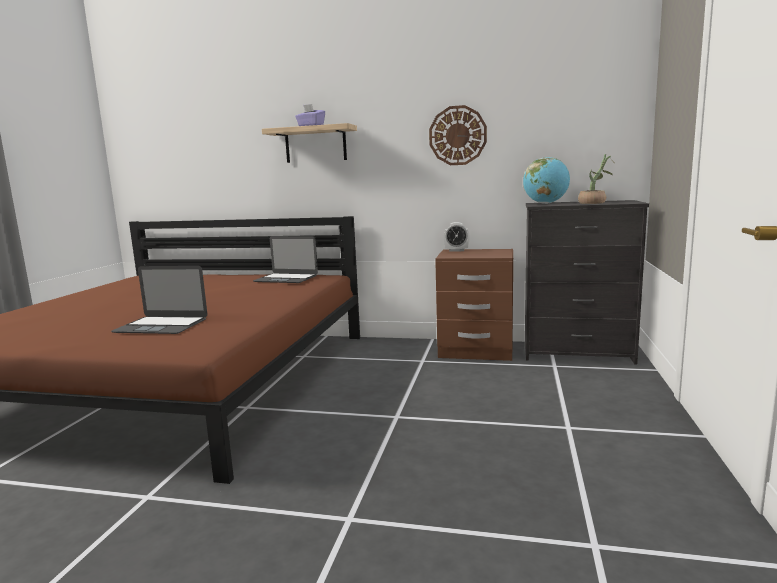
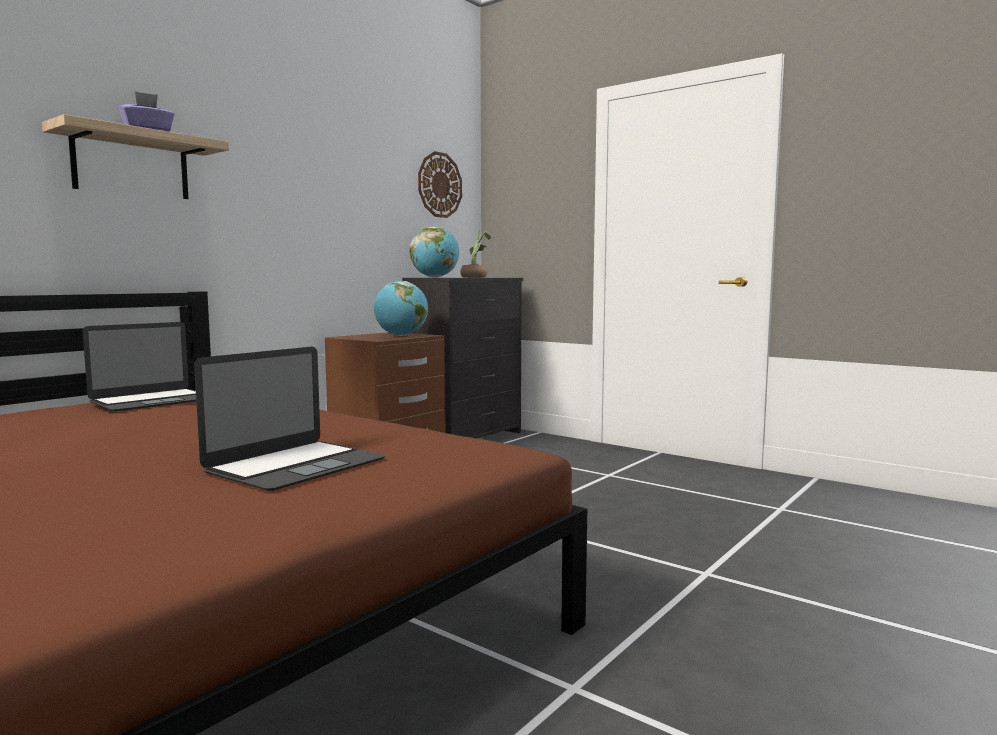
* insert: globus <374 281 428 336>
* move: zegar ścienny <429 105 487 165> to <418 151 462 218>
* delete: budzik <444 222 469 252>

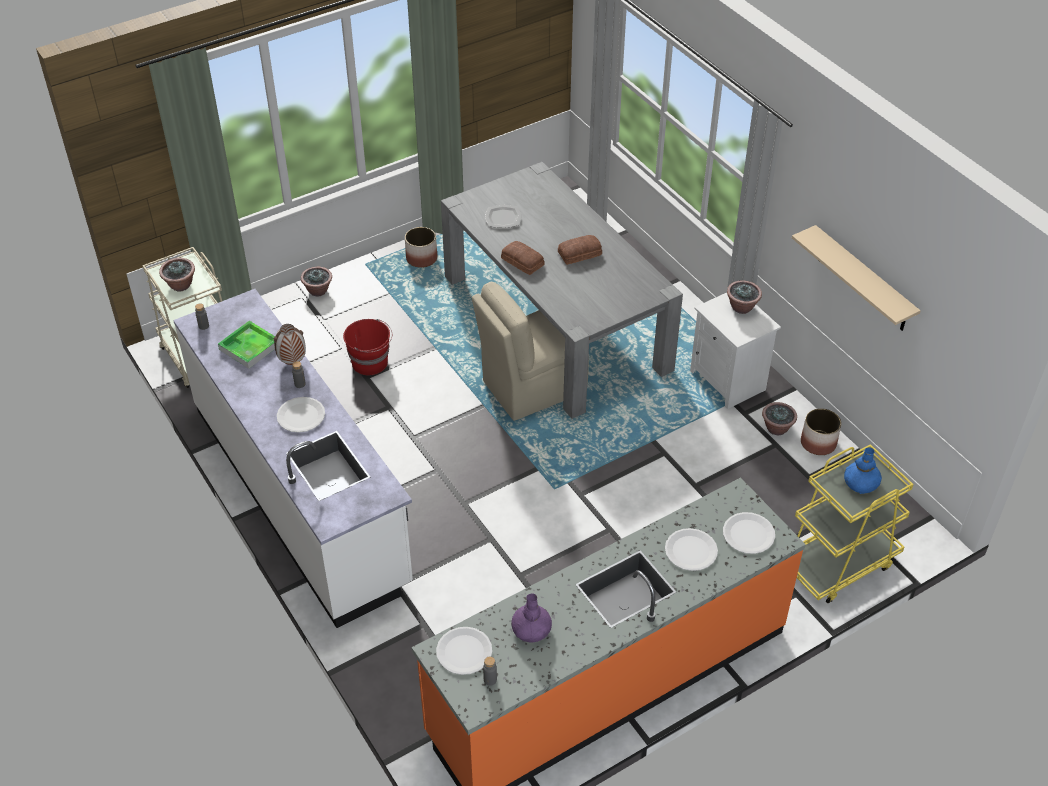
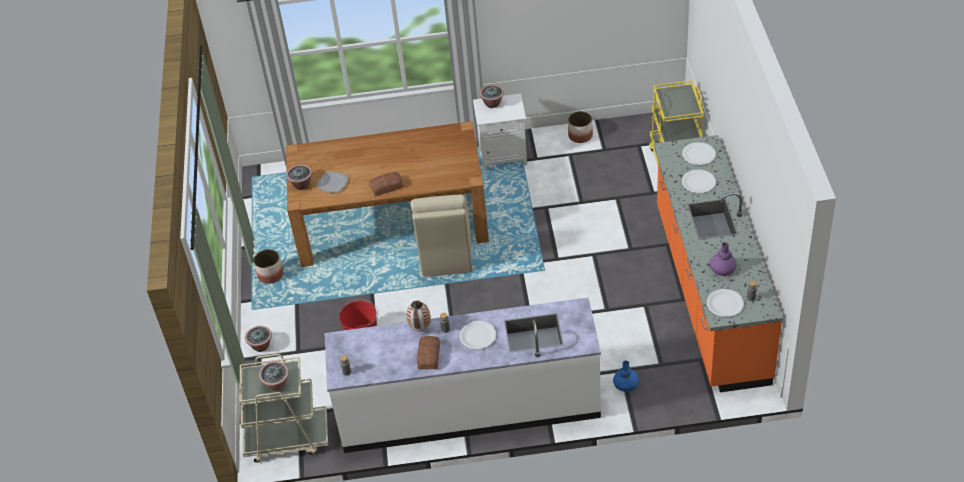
* recolor: stół jadalny [szary] <441 162 683 419> to stół jadalny [brązowy] <286 121 489 267>
* move: roślina doniczkowa <762 402 797 435> to <286 165 312 190>
* move: chleb <558 235 602 265> to <417 336 440 369>
* move: wazon [niebieski] <844 447 882 494> to <613 360 639 392>
* delete: taca <218 321 275 369>
* delete: półka [beżowy] <792 225 921 331>

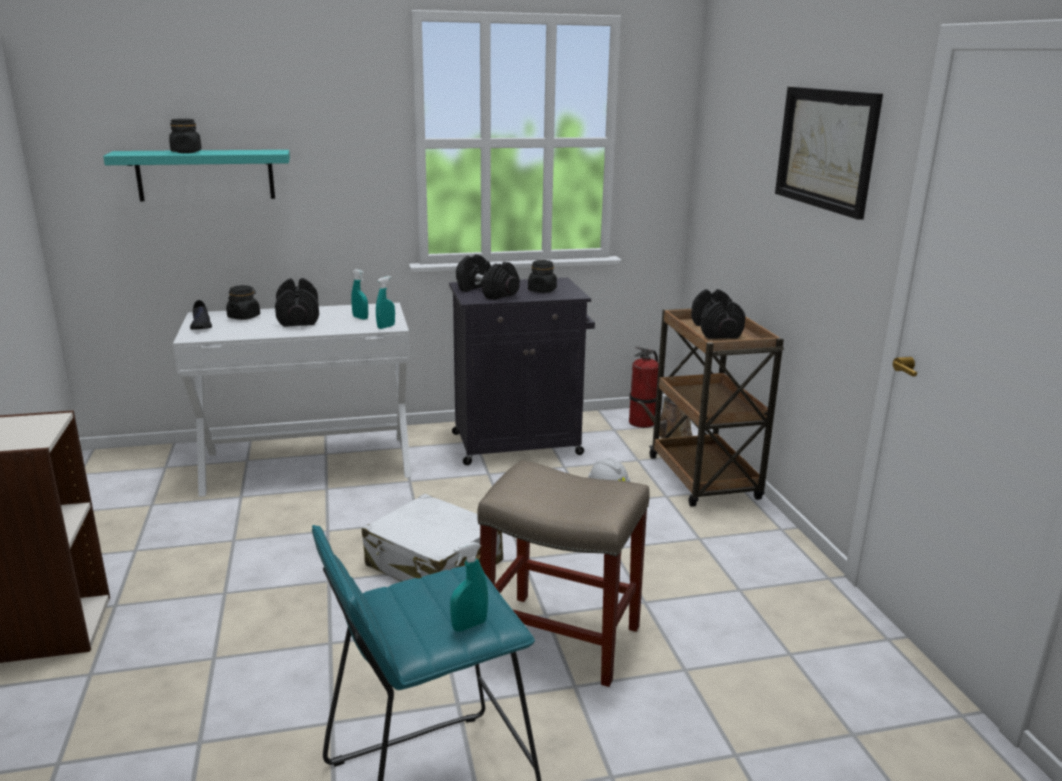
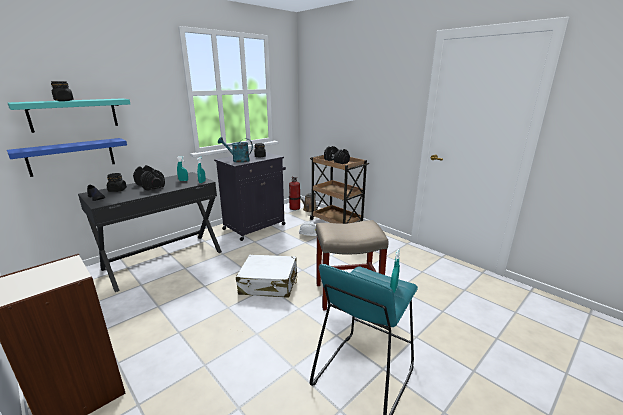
* insert: półka [niebieski] <7 138 127 177>
* recolor: biurko [biały] <173 303 411 497> to biurko [czarny] <78 172 222 292>
* replace: hantel [czarny] <456 254 520 300> to konewka [turkusowy] <218 137 253 163>
* delete: obraz <775 87 883 220>

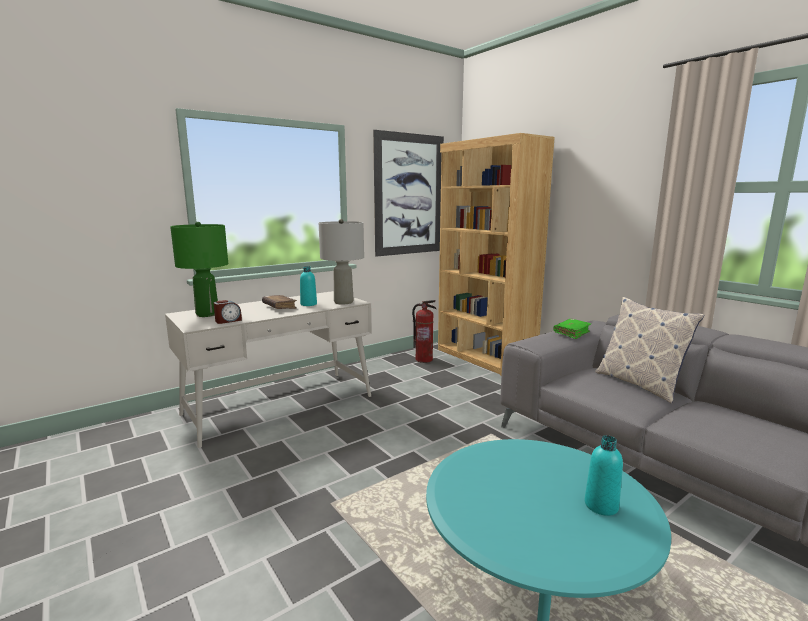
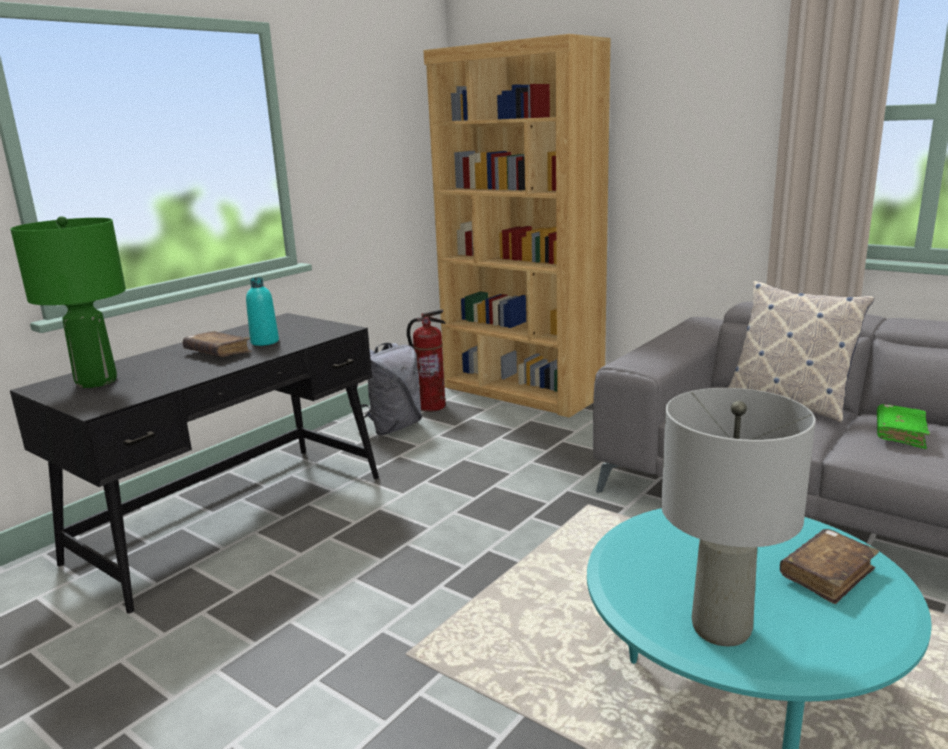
* recolor: biurko [biały] <165 291 372 448> to biurko [czarny] <10 313 379 614>
* insert: plecak [szary] <349 343 422 435>
* move: lampa stołowa [szary] <319 219 364 304> to <661 388 816 647>
* replace: butelka [turkusowy] <585 435 623 516> to książka [brązowy] <780 529 879 605>
* move: książka [zielony] <553 319 591 339> to <877 404 930 449>
* delete: budzik <214 300 242 324>
* delete: obraz <373 130 444 257>

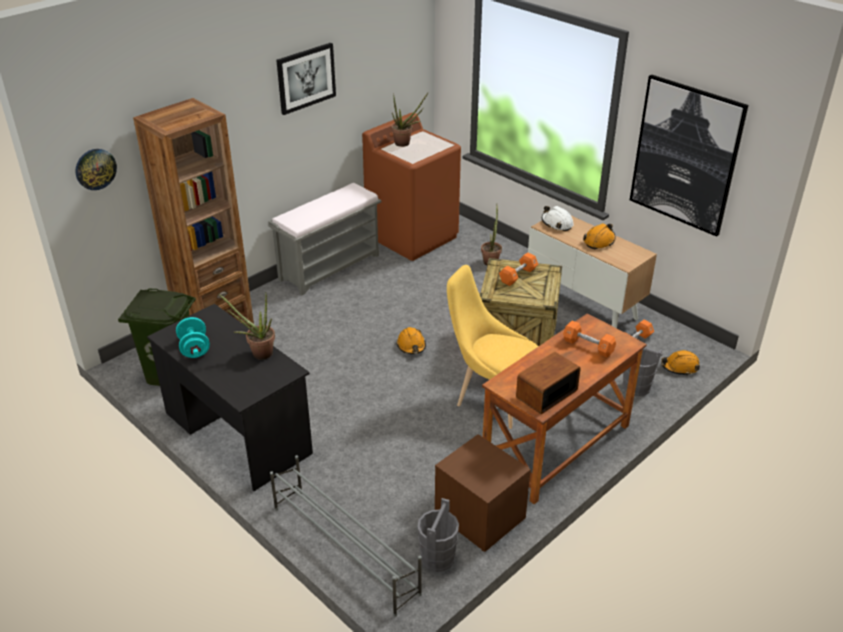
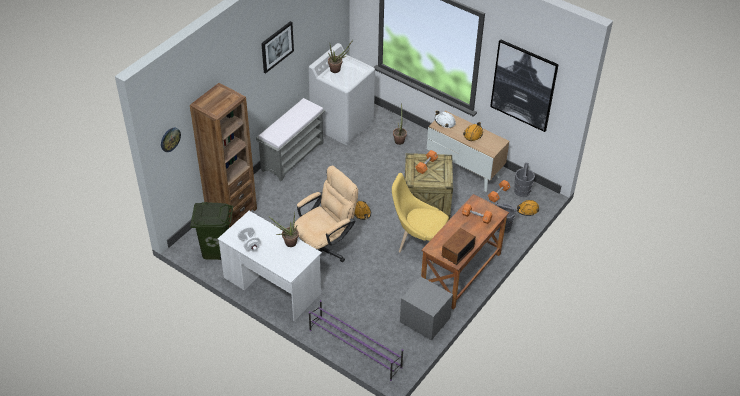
* recolor: biurko [czarny] <147 304 313 491> to biurko [biały] <218 211 322 321>
* recolor: hantel [turkusowy] <176 317 210 358> to hantel [biały] <238 226 261 251>
* insert: krzesło biurowe [beżowy] <294 166 358 262>
* recolor: pralka [brązowy] <362 113 461 261> to pralka [biały] <309 43 375 145>
* recolor: regał na buty [szary] <270 455 422 617> to regał na buty [fioletowy] <309 300 403 381>
* recolor: szafka nocna [brązowy] <435 434 531 552> to szafka nocna [szary] <400 277 453 340>
* move: wiadro [szary] <417 498 459 572> to <514 162 535 197>

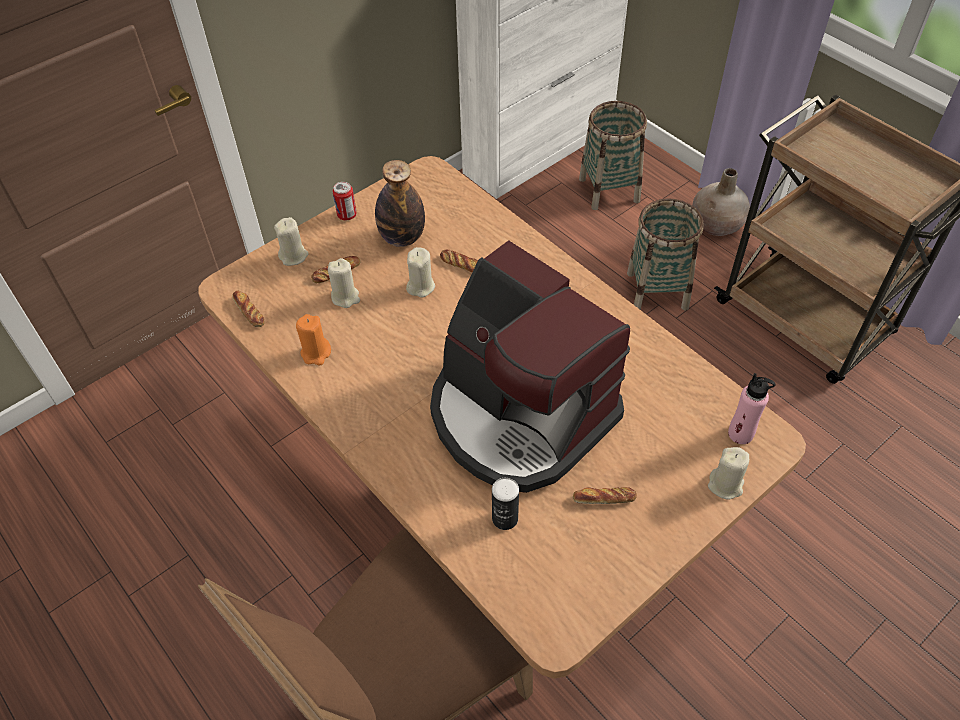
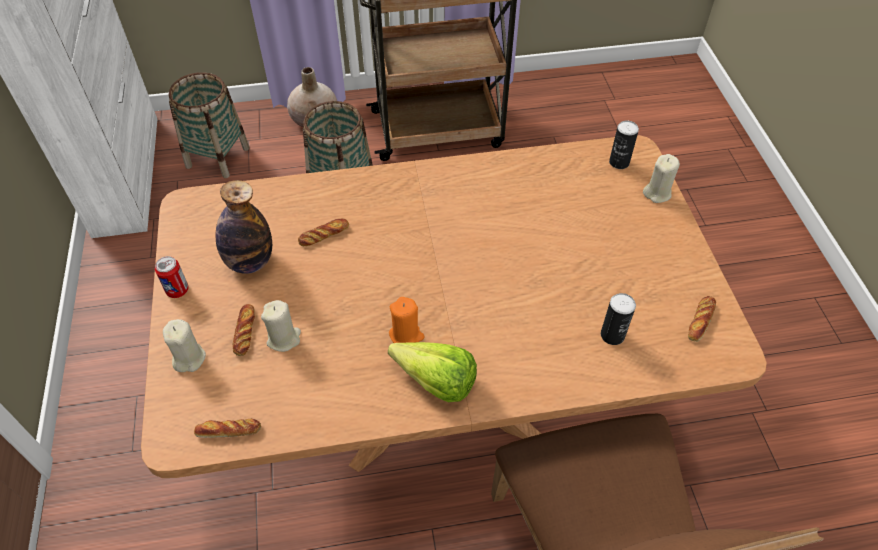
* insert: sałata <388 342 477 402>
* move: świeca [pomarańczowy] <296 314 331 365> to <389 297 424 343>
* replace: butelka [różowy] <728 373 776 444> to puszka <609 121 639 169>
* move: chleb <573 487 637 504> to <688 296 716 342>
* delete: świeca [beżowy] <406 247 435 297>
* delete: ekspres do kawy <430 240 630 493>

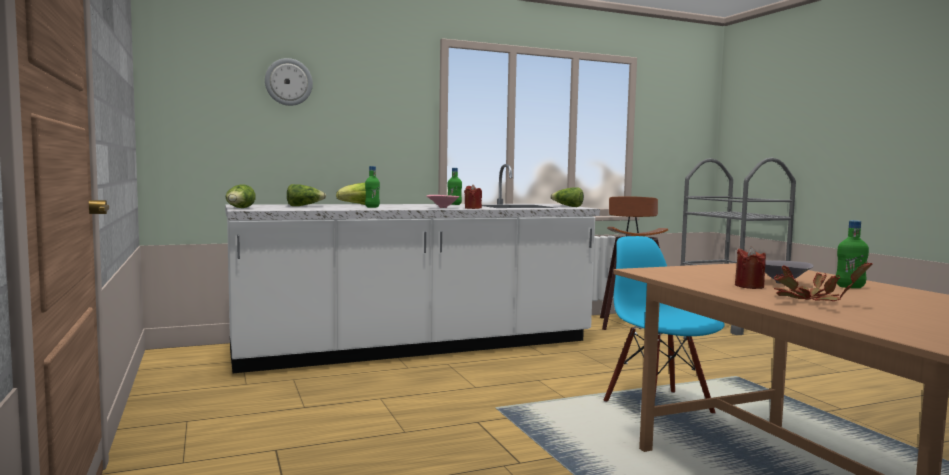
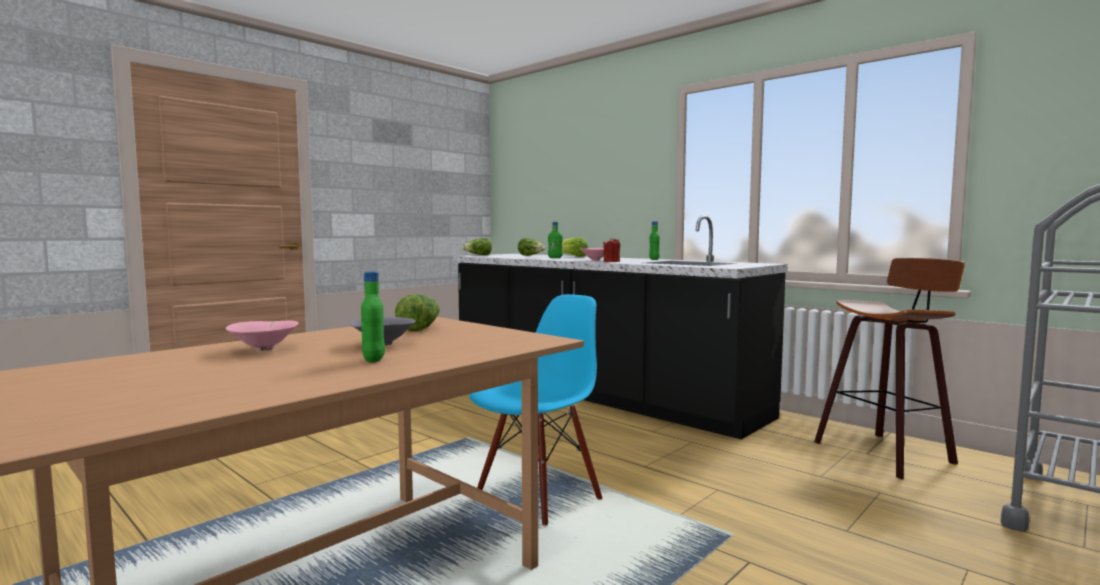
* replace: roślina doniczkowa <774 261 873 301> to miska [różowy] <226 320 299 351>
* move: sałata <550 187 584 207> to <395 294 439 331>
* recolor: zabudowa kuchenna [biały] <225 164 600 373> to zabudowa kuchenna [czarny] <453 215 788 440>
* delete: zegar ścienny <265 58 313 106>
* delete: świeca [czerwony] <735 247 766 289>

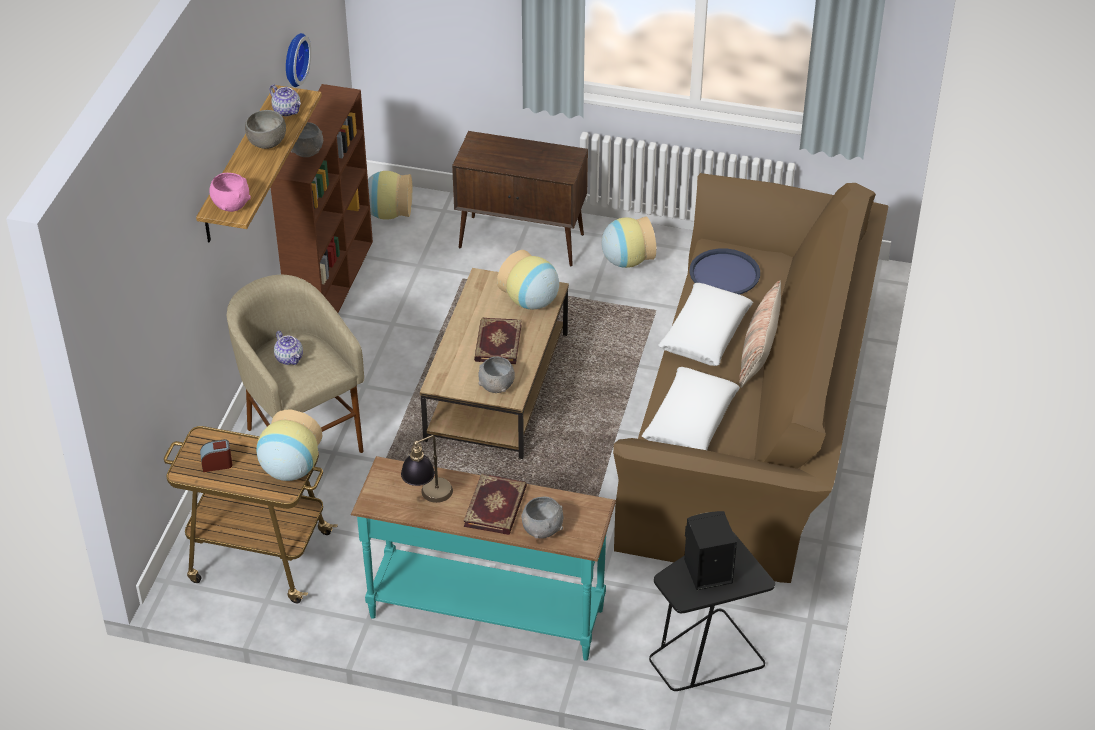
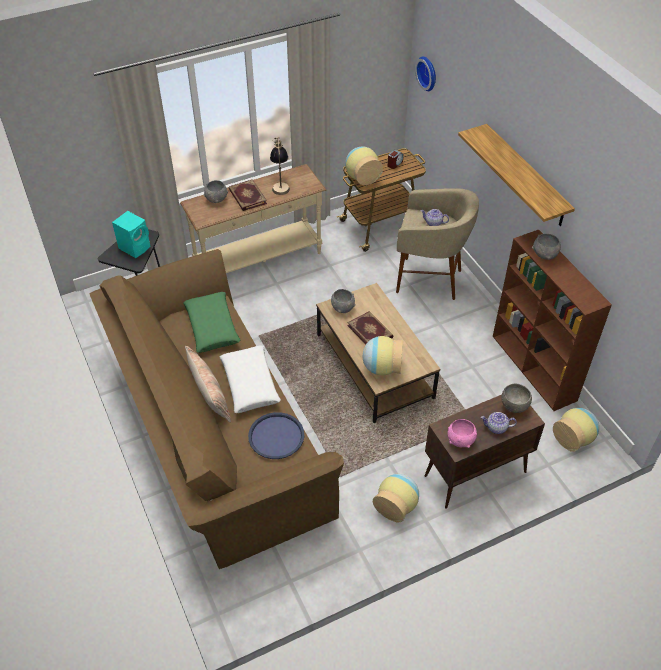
* recolor: głośnik [czarny] <684 511 737 590> to głośnik [turkusowy] <112 211 150 258>
* recolor: stolik konsolowy [turkusowy] <351 456 616 661> to stolik konsolowy [beżowy] <180 164 326 273>
* recolor: poduszka [biały] <642 367 740 450> to poduszka [zielony] <183 292 240 353>
* move: zegar ścienny <286 33 311 87> to <415 57 436 91>
* move: miska [różowy] <209 173 251 212> to <447 419 477 448>
* move: imbryk <270 85 301 117> to <481 412 517 434>
* move: miska [szary] <245 110 286 149> to <501 384 532 413>

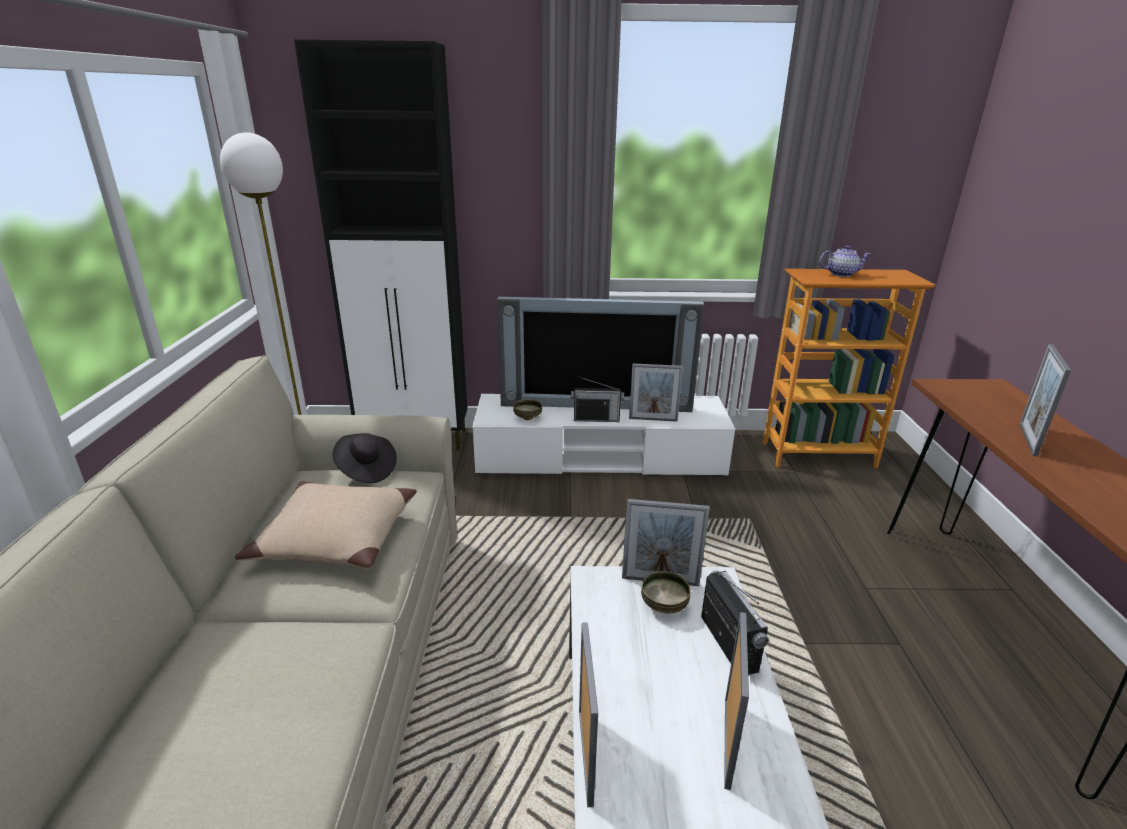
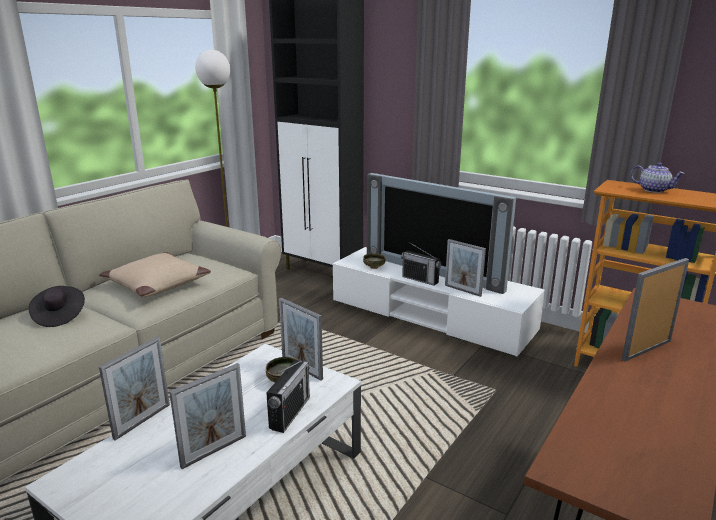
* move: kapelusz [czarny] <332 433 397 483> to <28 286 85 327>

